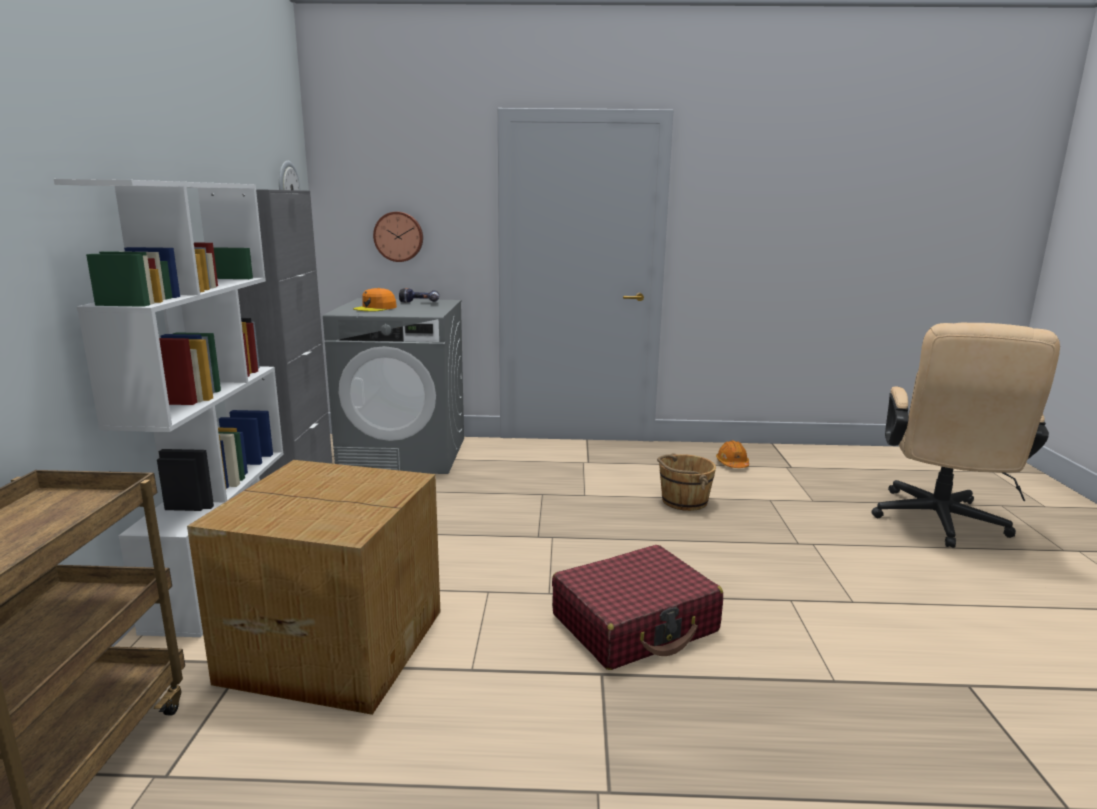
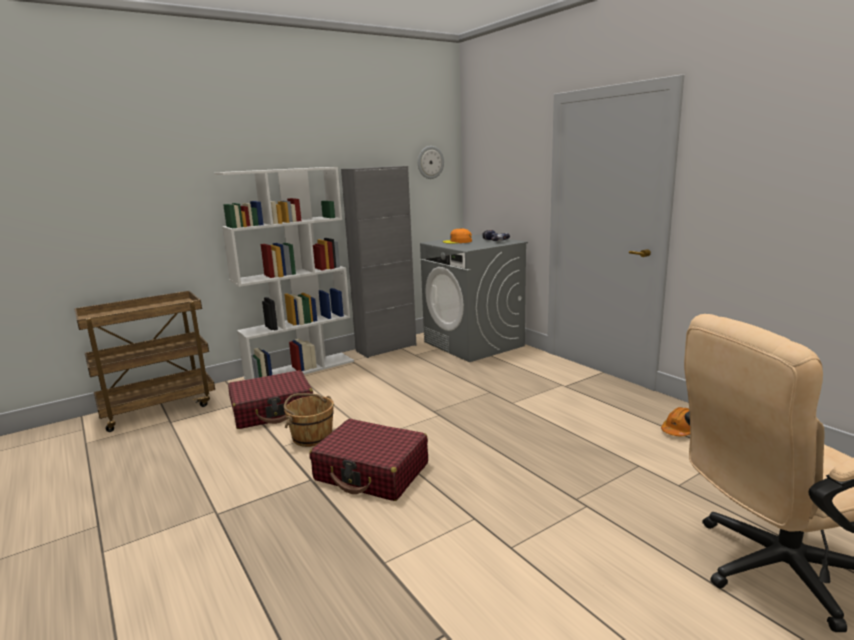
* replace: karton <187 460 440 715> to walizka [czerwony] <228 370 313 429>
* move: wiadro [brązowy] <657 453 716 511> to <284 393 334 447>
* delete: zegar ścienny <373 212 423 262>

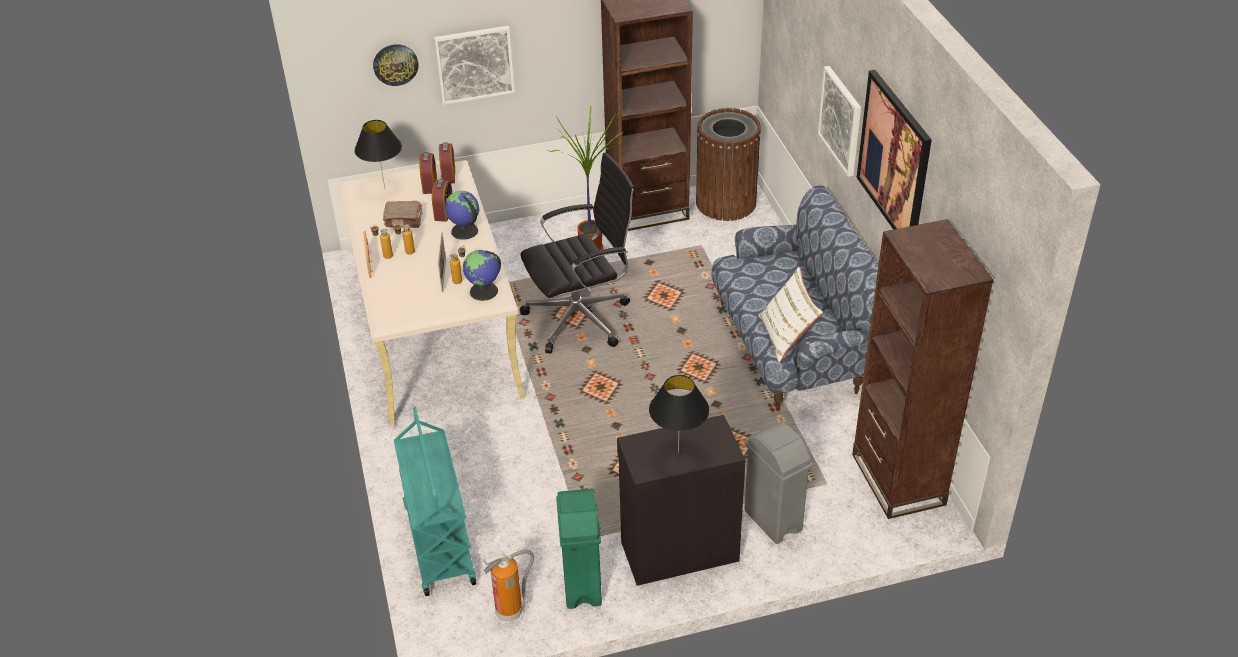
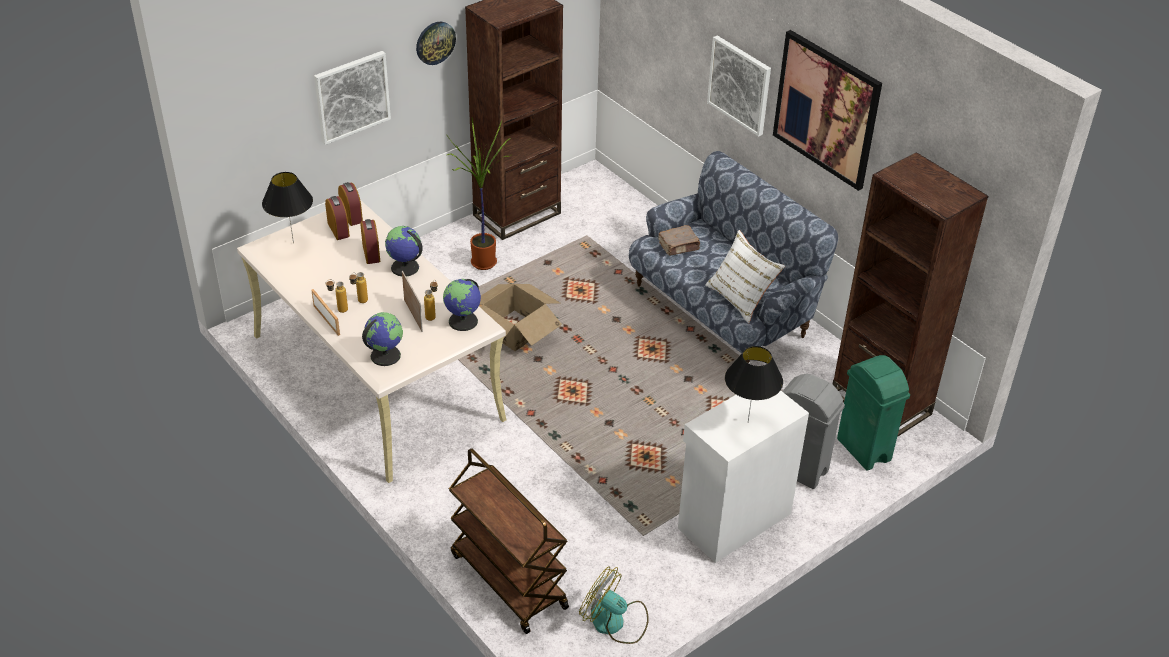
* insert: globus <362 312 403 366>
* move: zegar ścienny <373 44 419 86> to <416 22 456 65>
* recolor: wózek [turkusowy] <394 407 477 596> to wózek [brązowy] <449 448 569 634>
* replace: krzesło biurowe [czarny] <520 153 636 354> to karton <479 284 562 351>
* replace: gaśnica <484 550 534 621> to wentylator <579 566 649 644>
* move: książka [brązowy] <383 201 423 228> to <658 225 701 255>
* recolor: szafka [czarny] <617 415 746 586> to szafka [biały] <678 391 809 563>
* move: kosz na śmieci [zielony] <556 489 602 609> to <837 355 910 471>
* delete: kosz na śmieci [brązowy] <696 108 761 221>

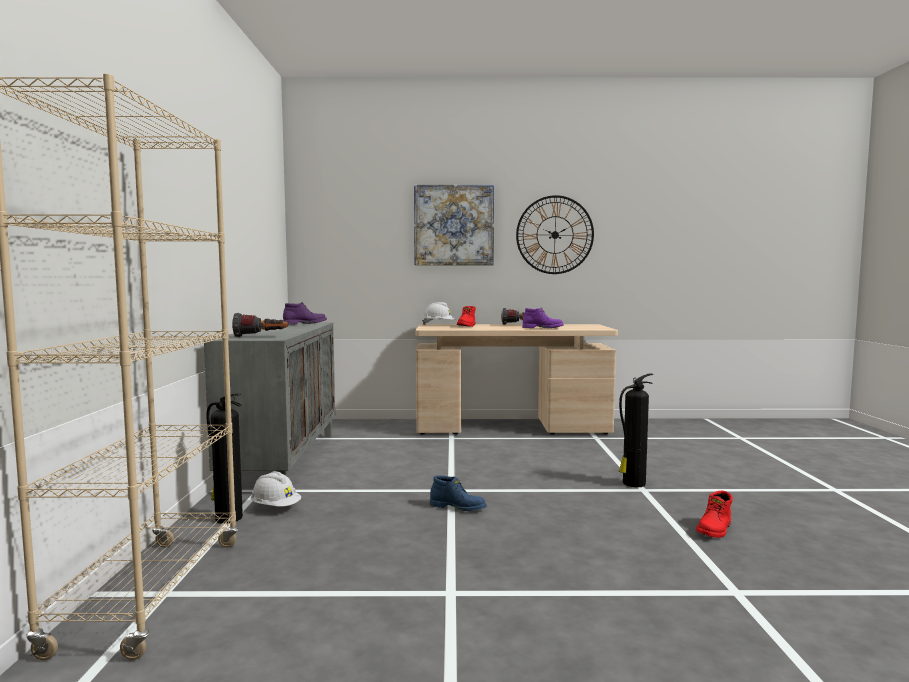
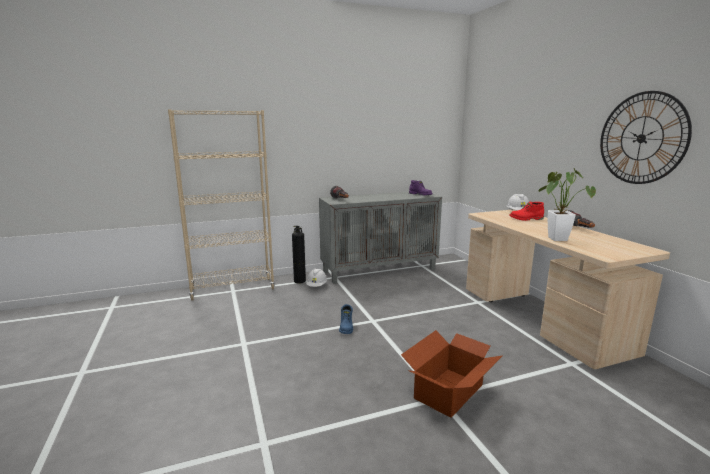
* replace: gaśnica <619 373 653 487> to karton <401 330 502 418>
* replace: but z cholewką [fioletowy] <522 308 564 328> to roślina doniczkowa <538 168 596 241>
* delete: obraz <414 185 494 265>
* delete: but z cholewką [czerwony] <696 491 733 538>

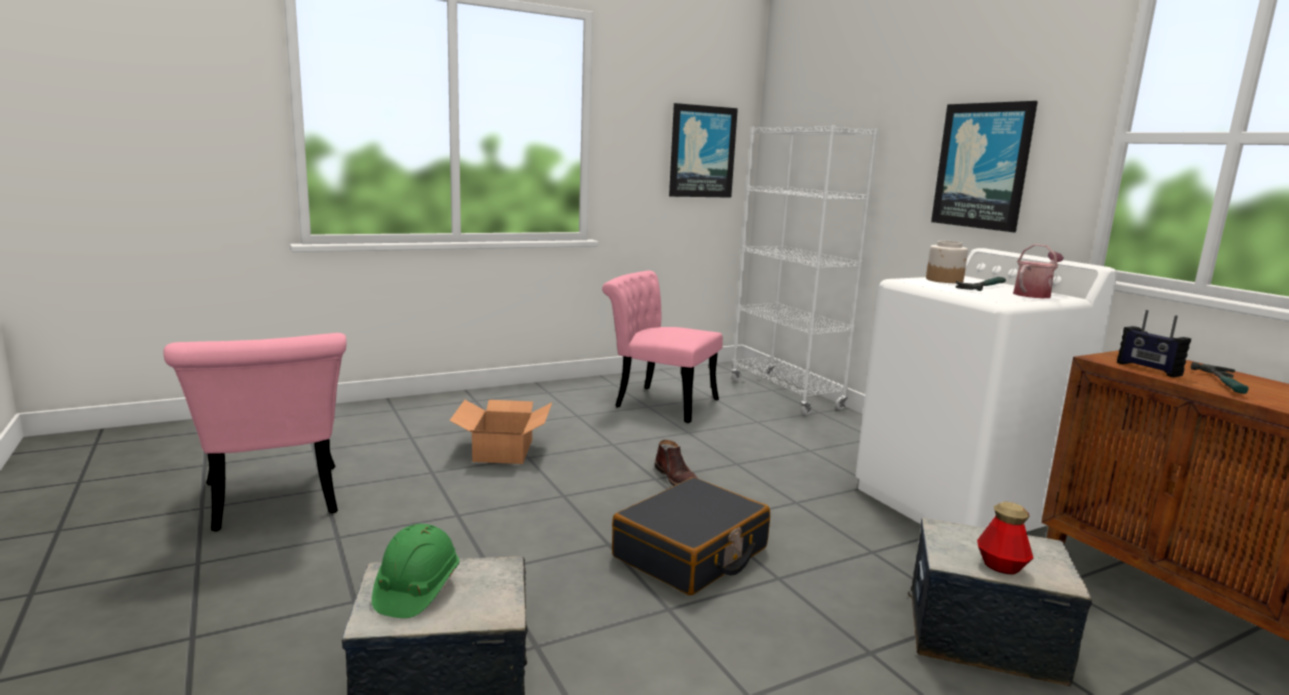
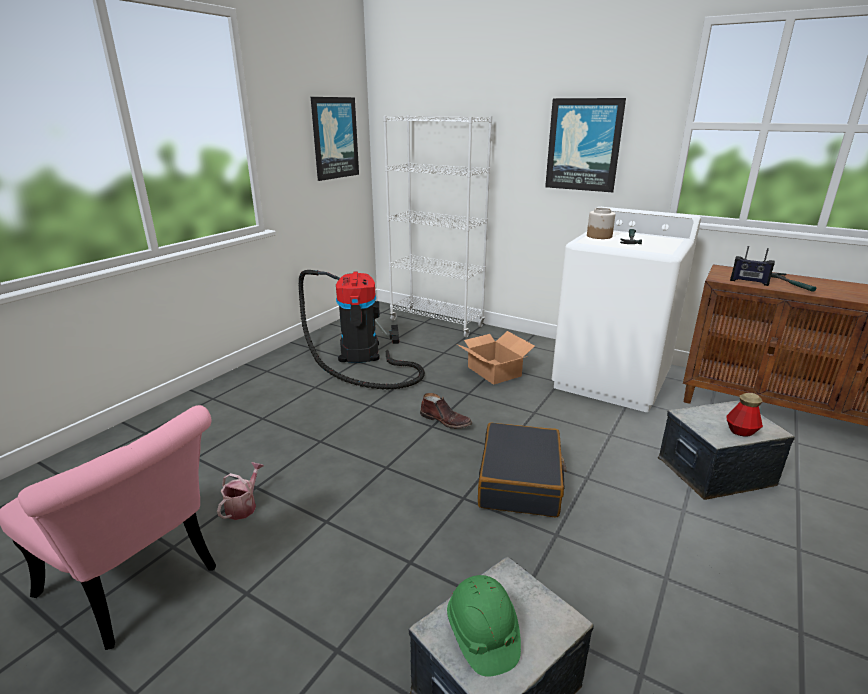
* move: konewka <1013 244 1064 298> to <217 462 264 520>
* replace: krzesło [różowy] <602 270 723 423> to odkurzacz <299 270 425 390>
* move: karton <449 400 552 464> to <457 331 535 385>

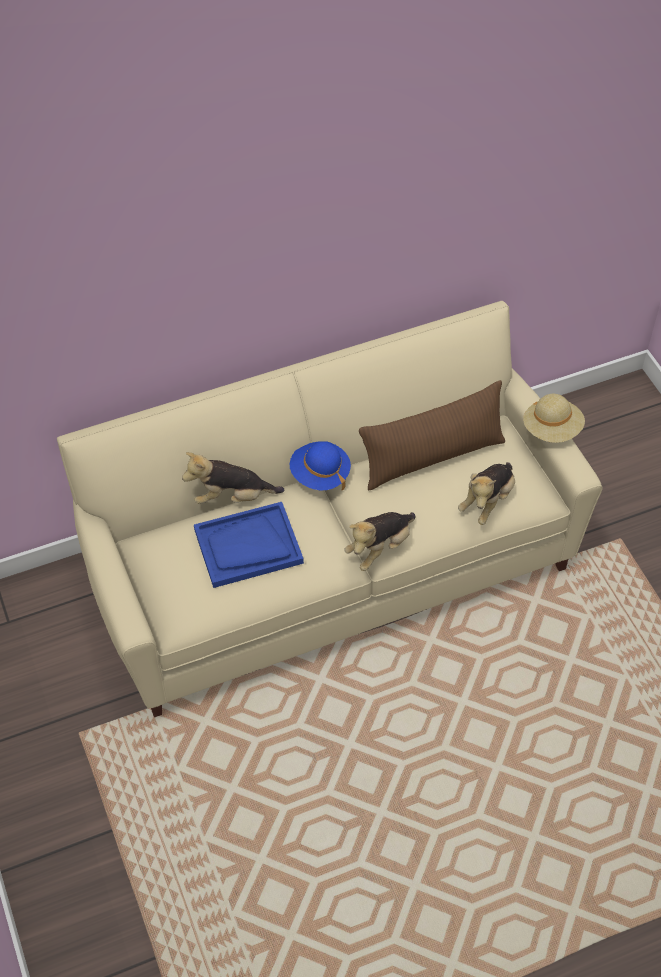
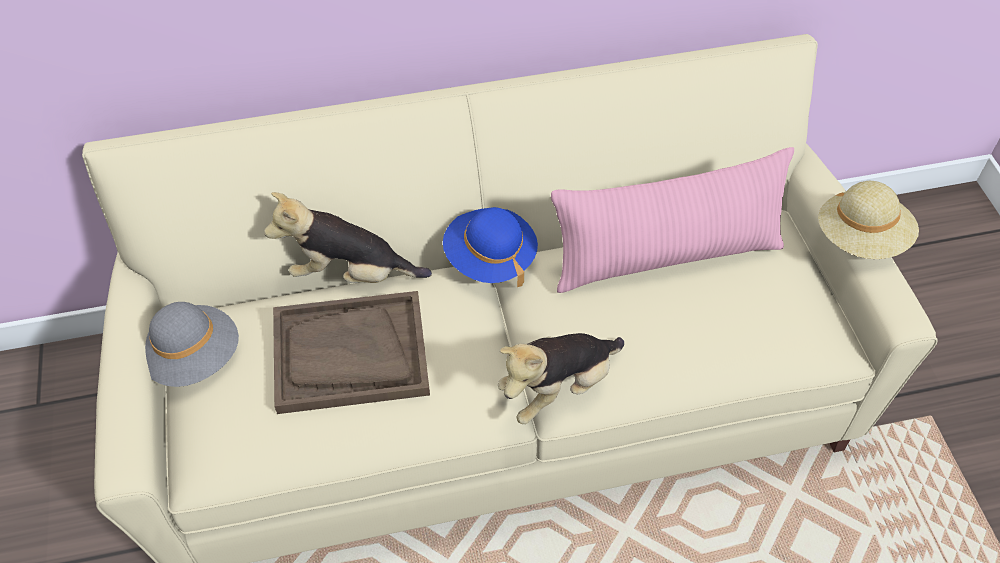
* insert: kapelusz [szary] <145 302 239 387>
* recolor: taca [niebieski] <194 502 304 588> to taca [brązowy] <273 291 430 414>
* recolor: poduszka [brązowy] <359 380 505 490> to poduszka [różowy] <551 147 794 293>
* delete: pluszak <458 462 515 525>

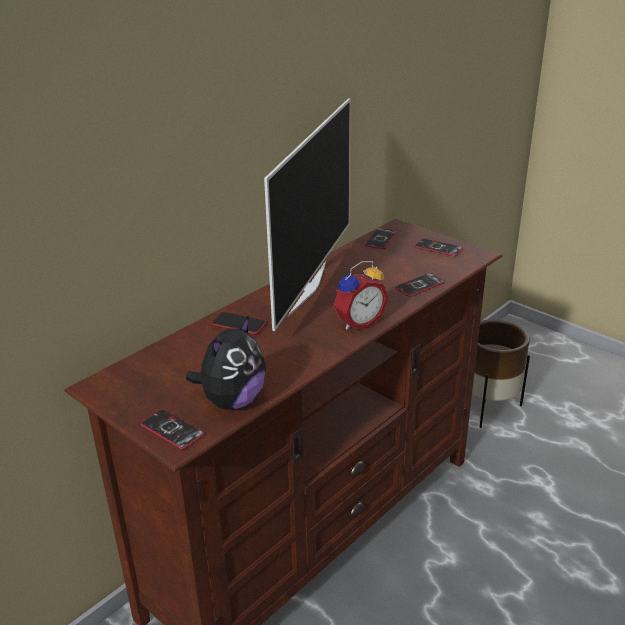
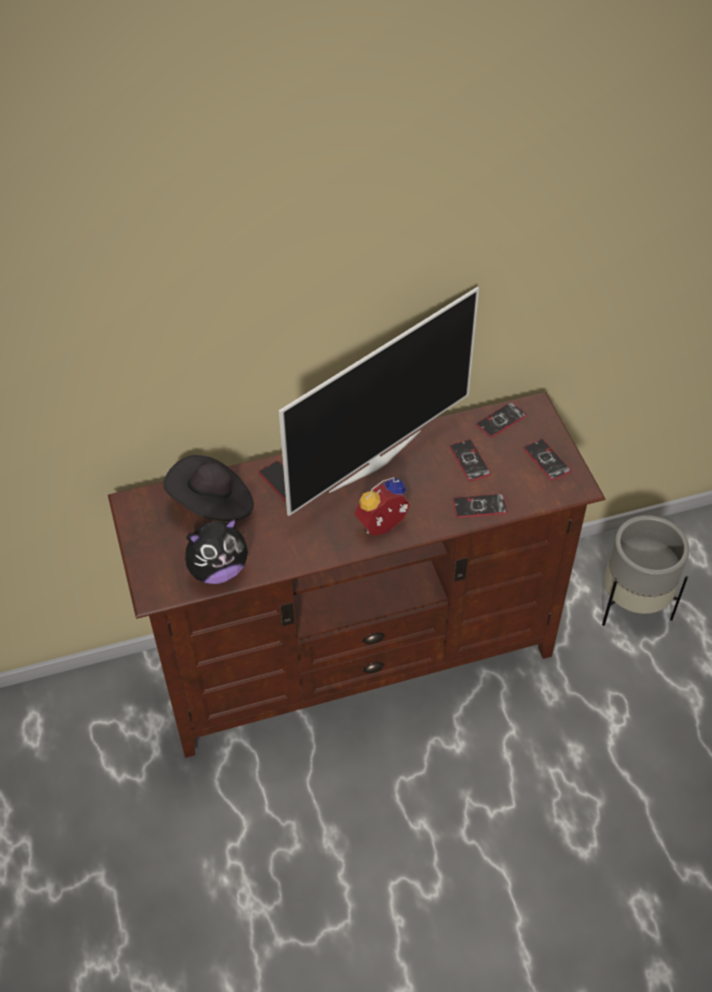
* insert: kapelusz [czarny] <163 455 254 521>
* rotate: budzik <333 261 388 330> = <354 477 410 536> 150 degrees clockwise
* move: telefon <141 409 205 450> to <449 439 491 481>
* recolor: donica [brązowy] <472 319 530 428> to donica [szary] <602 515 689 626>

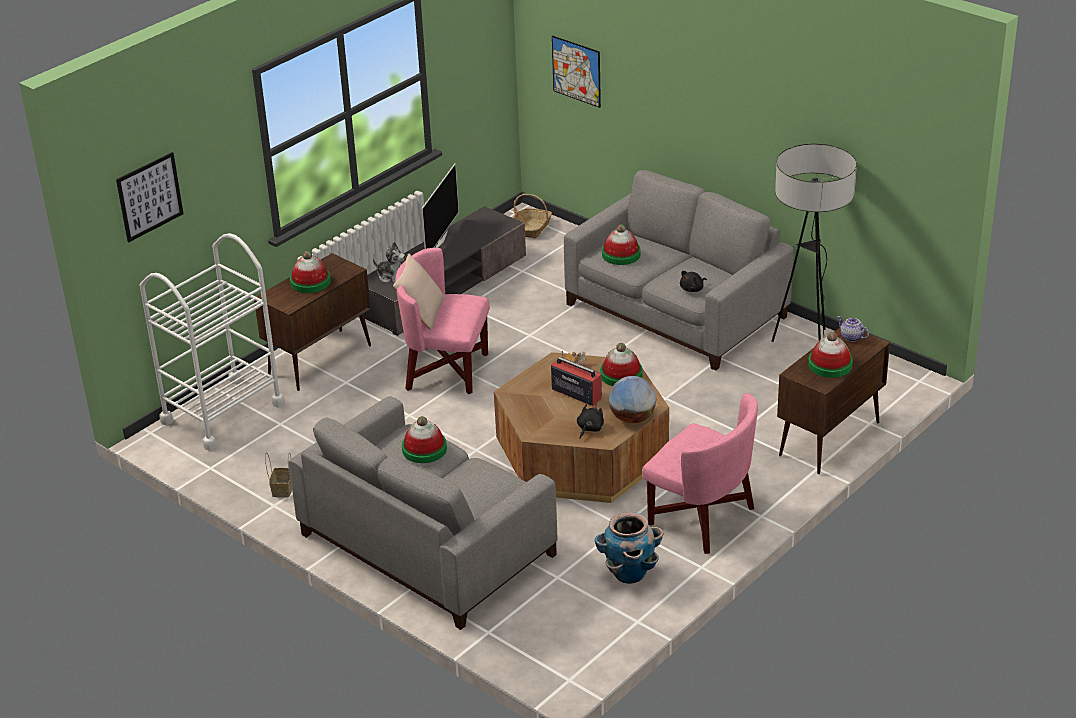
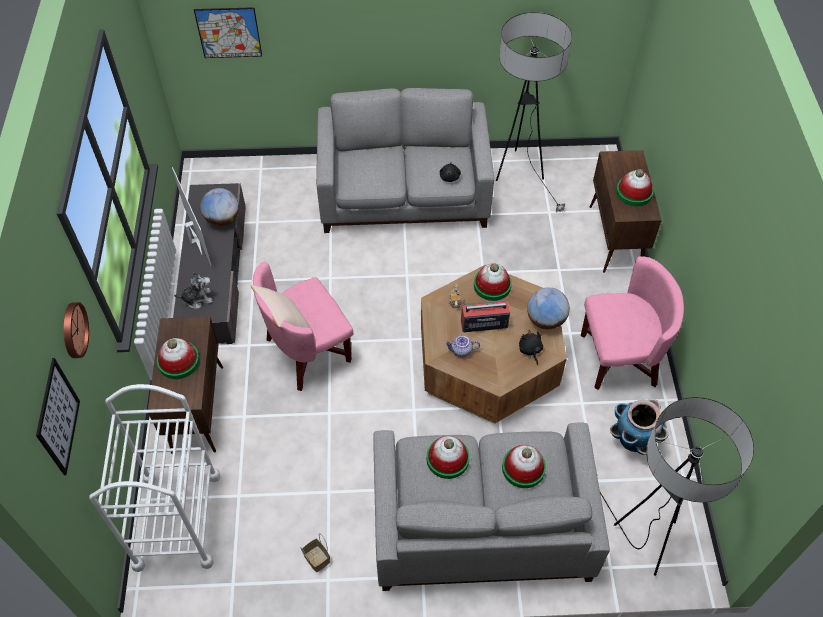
* insert: zegar ścienny <63 302 89 358>
* insert: globus <200 188 239 226>
* move: imbryk <837 316 869 342> to <444 336 480 357>
* move: kapelusz <602 224 641 265> to <502 445 546 488>
* insert: lampa stojąca <597 397 754 576>
* delete: koszyk <513 194 552 239>

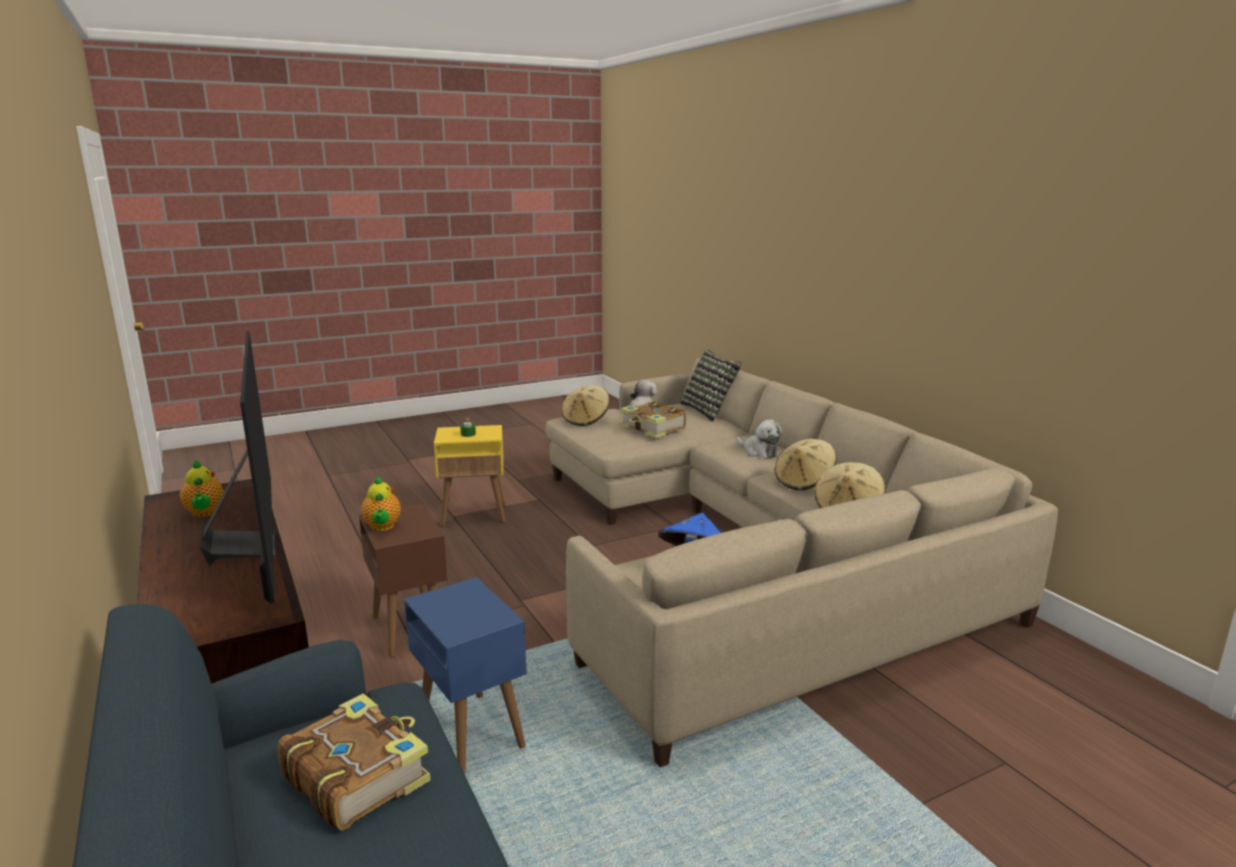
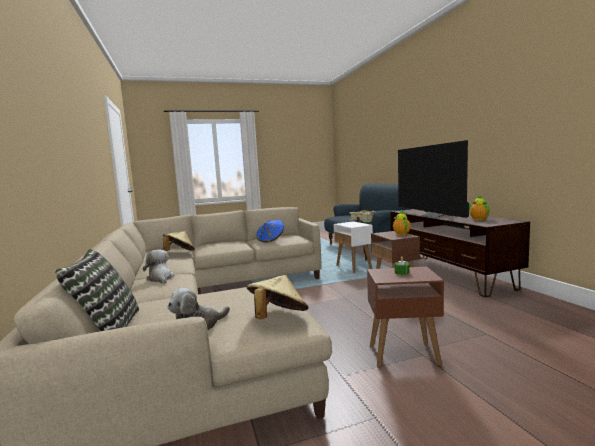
* recolor: stolik [niebieski] <404 577 527 774> to stolik [biały] <333 221 373 273>
* recolor: stolik [żółty] <434 425 506 526> to stolik [brązowy] <367 267 444 368>
* delete: książka <621 401 686 438>
* delete: kapelusz [beżowy] <775 439 836 490>

